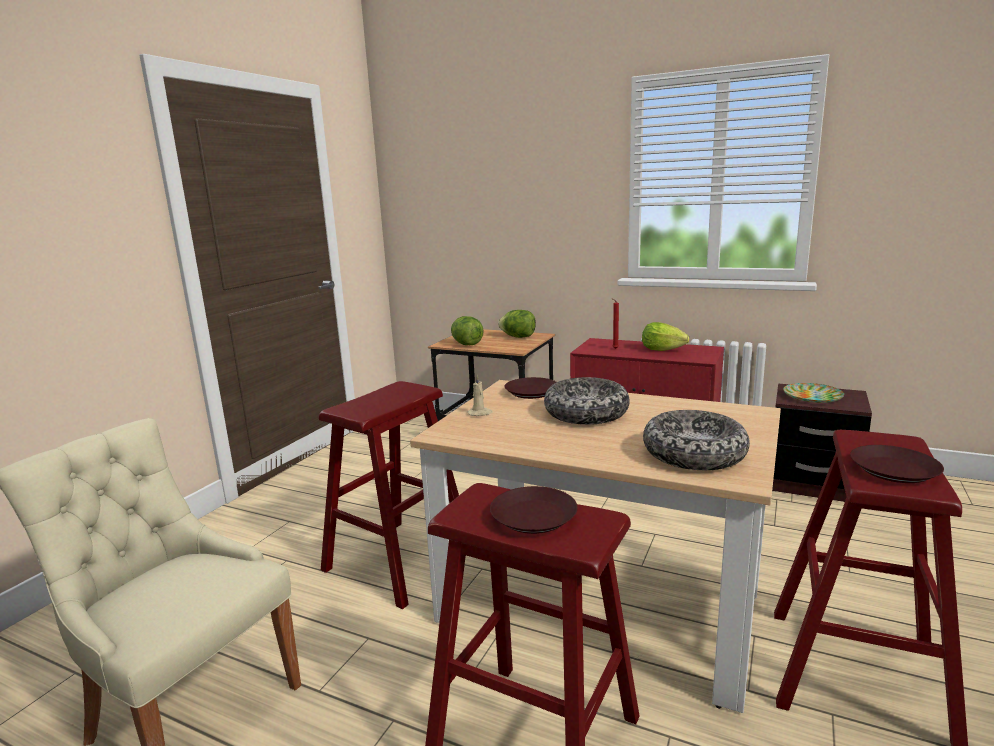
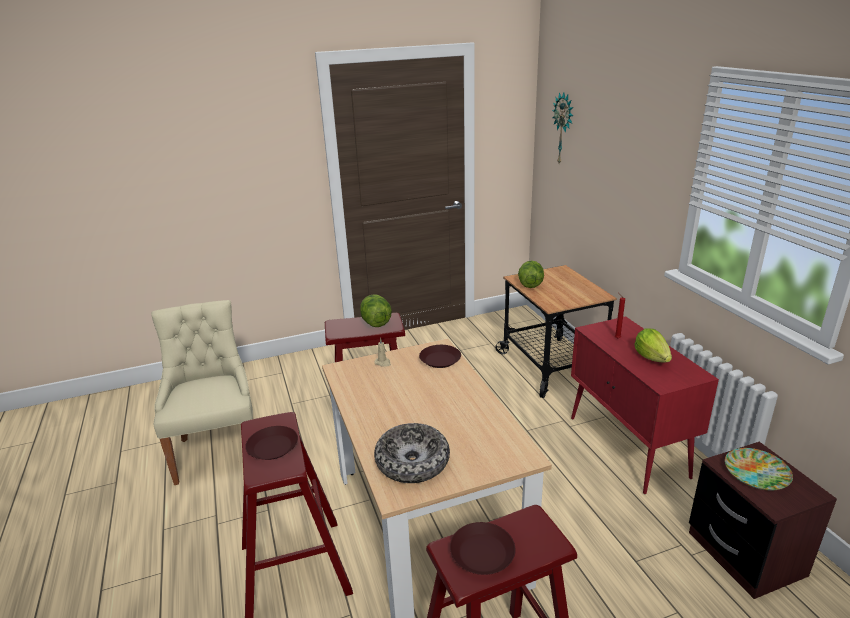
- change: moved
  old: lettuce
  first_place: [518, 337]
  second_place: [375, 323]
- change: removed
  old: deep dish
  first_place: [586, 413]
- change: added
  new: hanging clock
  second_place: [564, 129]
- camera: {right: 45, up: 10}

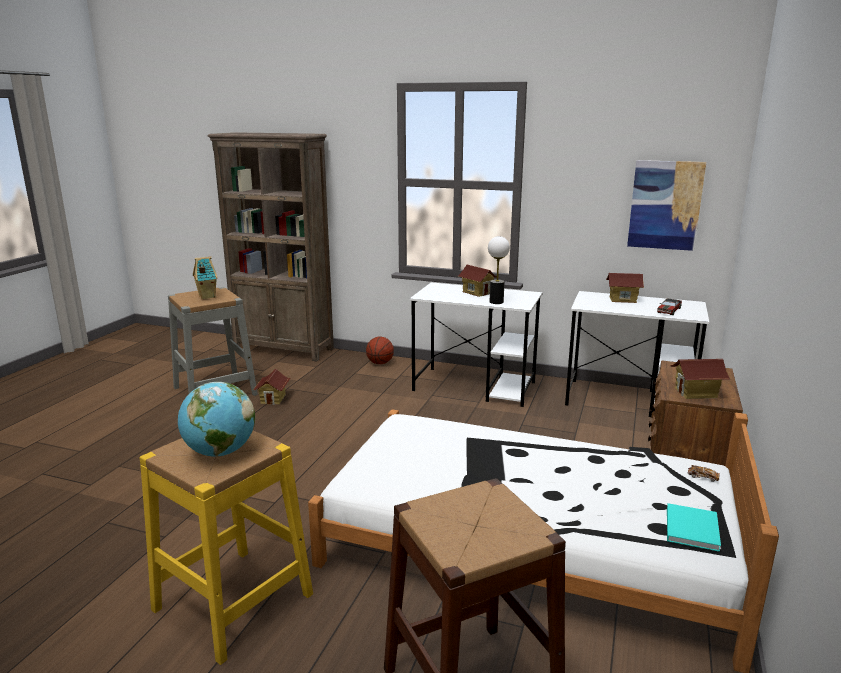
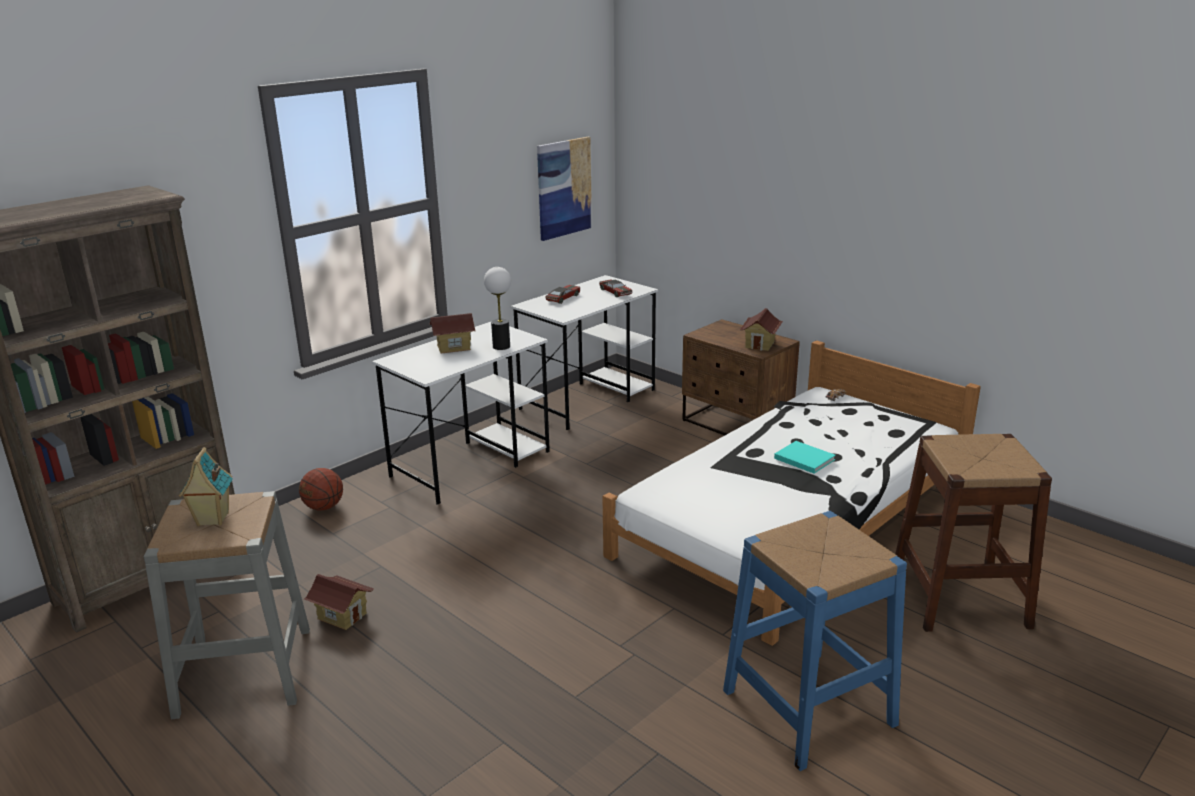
- change: replaced
  old: miniature house
  new: miniature car
  first_place: [622, 299]
  second_place: [563, 298]
- change: removed
  old: globe
  first_place: [220, 452]
- change: recoloured
  old: stool seat (yellow-coloured)
  new: stool seat (bluish)
  first_place: [233, 602]
  second_place: [808, 707]
- change: moved
  old: volume (turquoise-coloured)
  first_place: [691, 528]
  second_place: [803, 458]
- camera: {right: -65, up: 5}

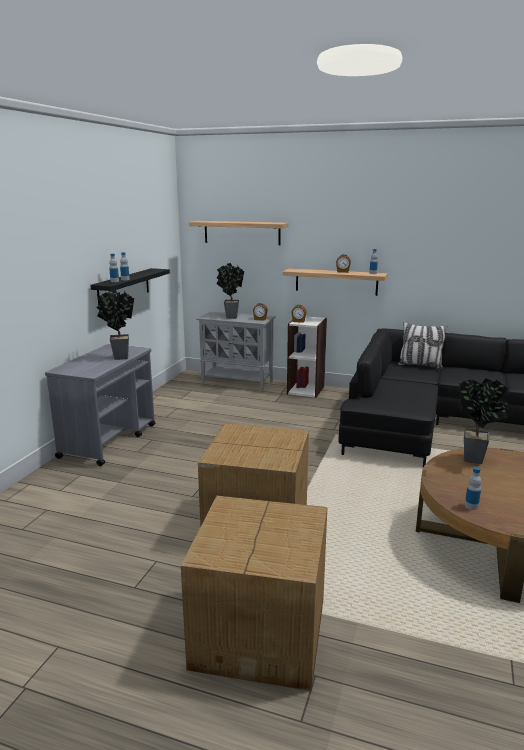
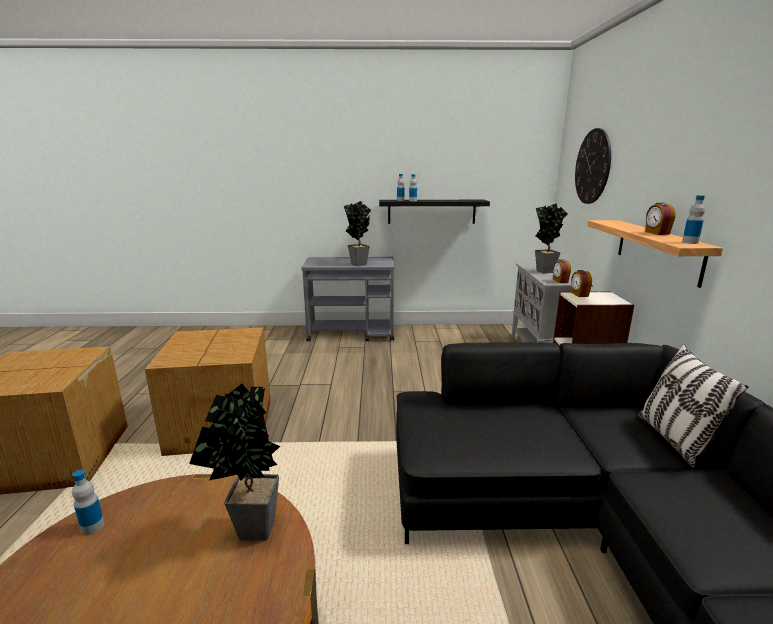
- change: replaced
  old: bracket shelf
  new: hanging clock
  first_place: [242, 232]
  second_place: [592, 166]
- camera: {right: 70, up: 0}

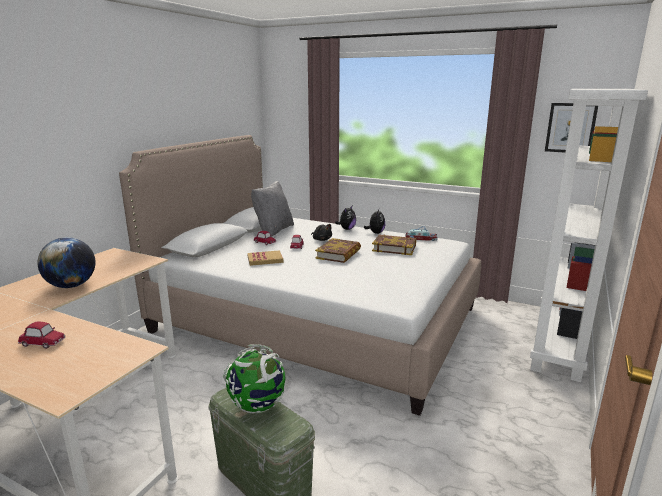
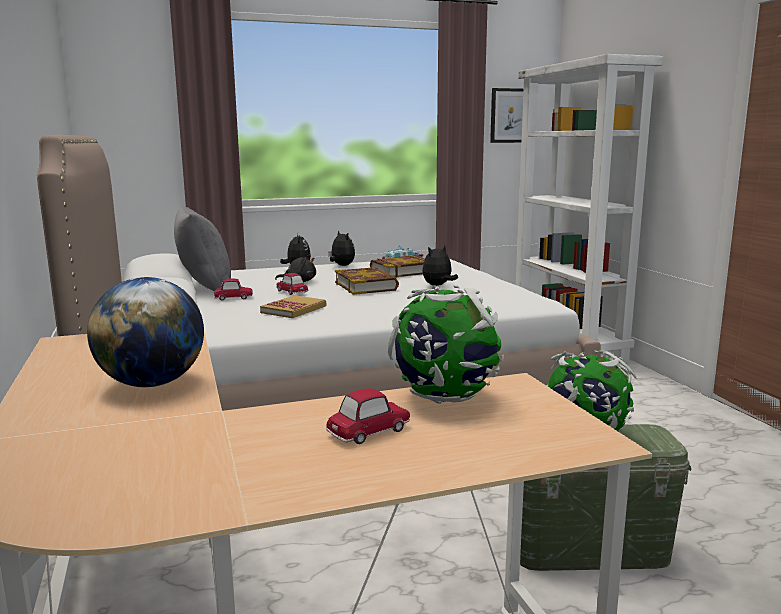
- change: added
  new: plush toy
  second_place: [438, 286]
- change: added
  new: globe
  second_place: [444, 398]
- camera: {right: -45, up: -5}

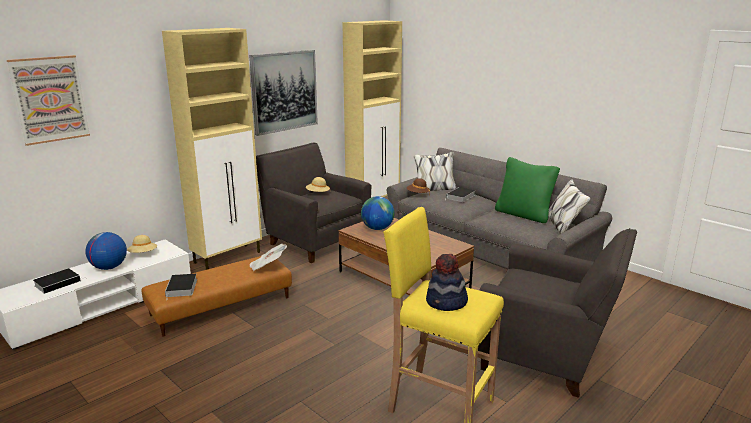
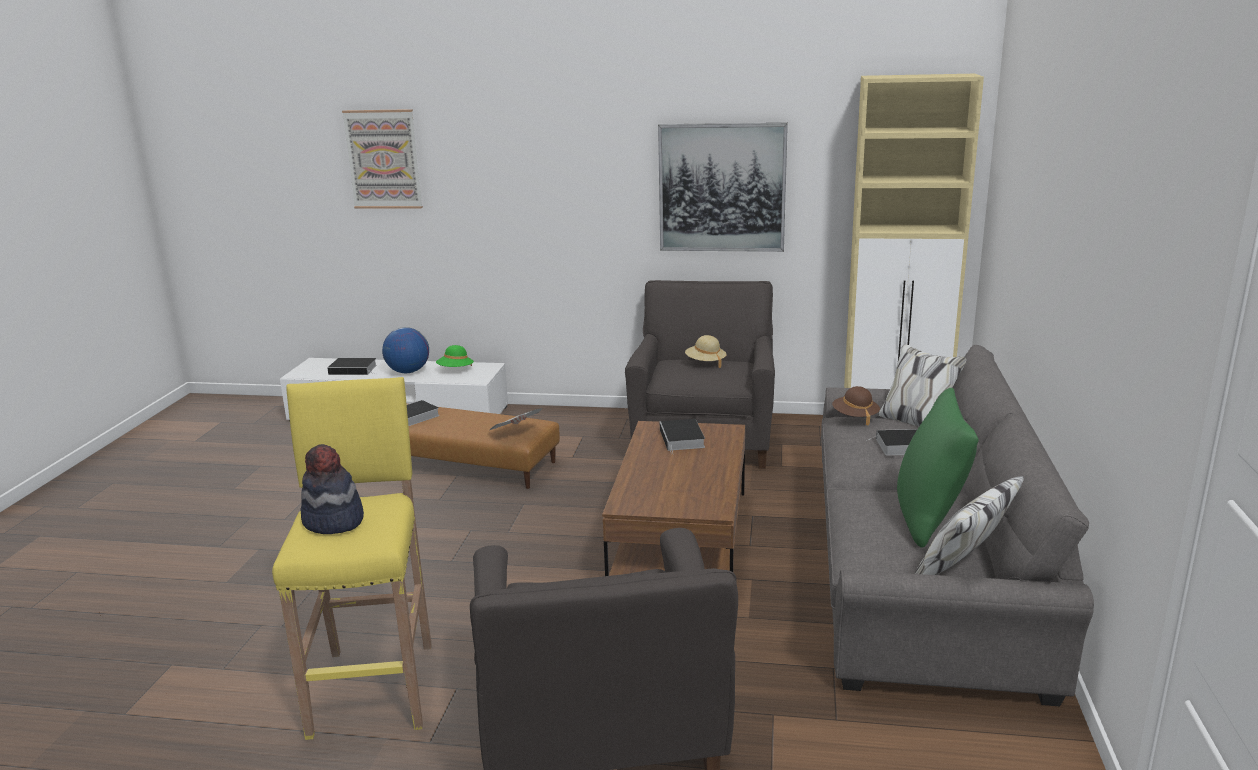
- change: removed
  old: cabinet (beige)
  first_place: [228, 257]
- change: replaced
  old: globe
  new: volume
  first_place: [377, 228]
  second_place: [682, 439]
- change: recoloured
  old: hat (beige)
  new: hat (greenish)
  first_place: [143, 254]
  second_place: [455, 370]
- camera: {right: 55, up: 0}

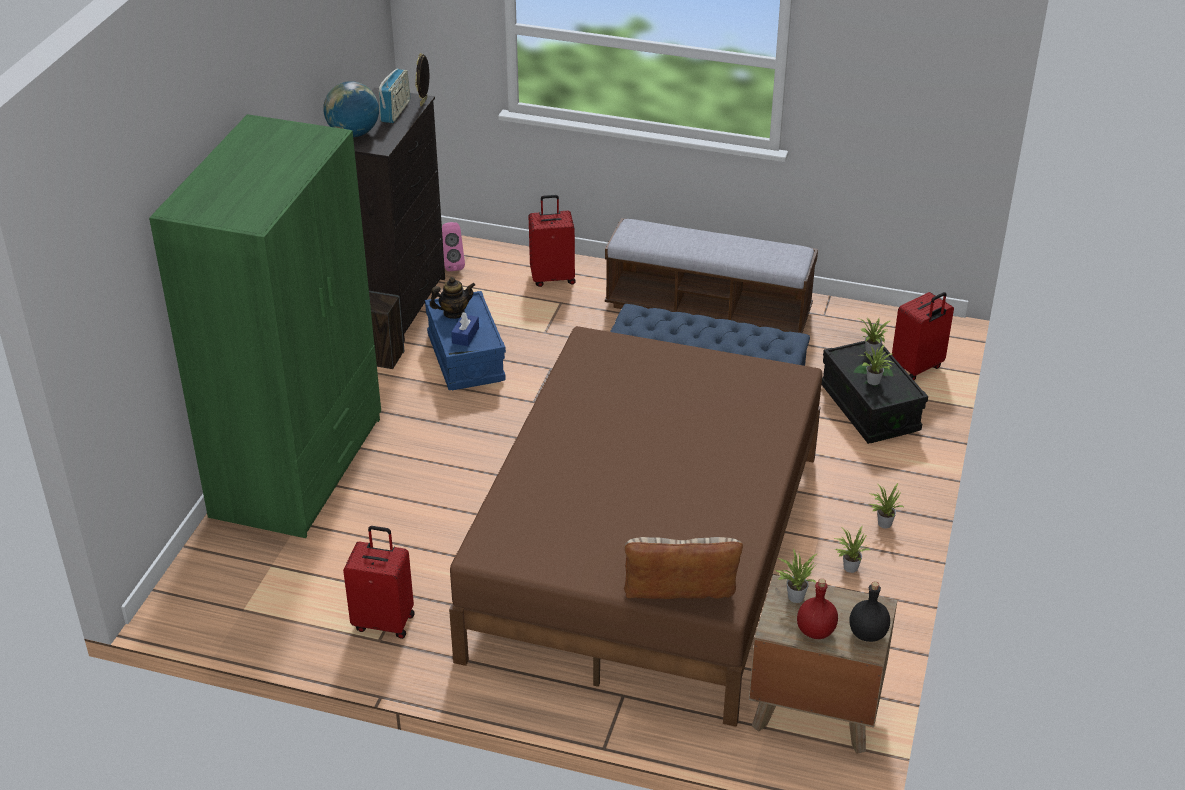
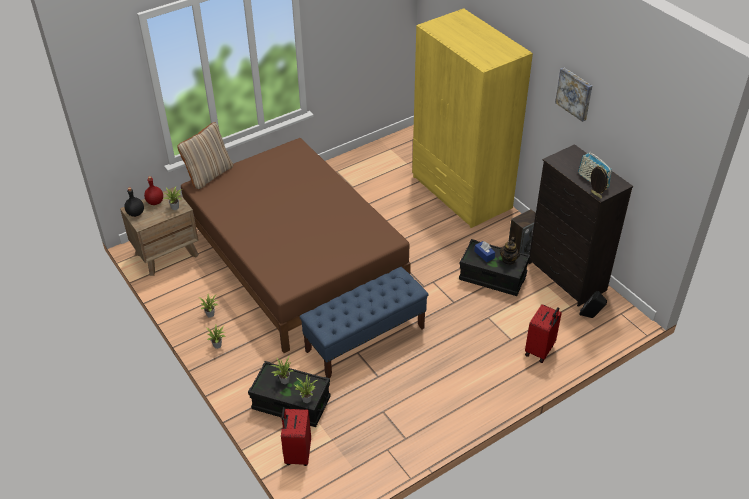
- change: removed
  old: globe
  first_place: [353, 133]
- change: recoloured
  old: wardrobe (greenish)
  new: wardrobe (yellow-coloured)
  first_place: [299, 467]
  second_place: [461, 193]
- change: removed
  old: bench
  first_place: [708, 309]
- change: recoloured
  old: speaker (pinkish)
  new: speaker (blackish)
  first_place: [452, 265]
  second_place: [590, 316]
- change: recoloured
  old: storage container (bluish)
  new: storage container (blackish)
  first_place: [466, 358]
  second_place: [492, 277]
- change: removed
  old: travel case (red)
  first_place: [384, 621]
- change: added
  new: wall art
  second_place: [575, 93]
- camera: {right: 130, up: 5}

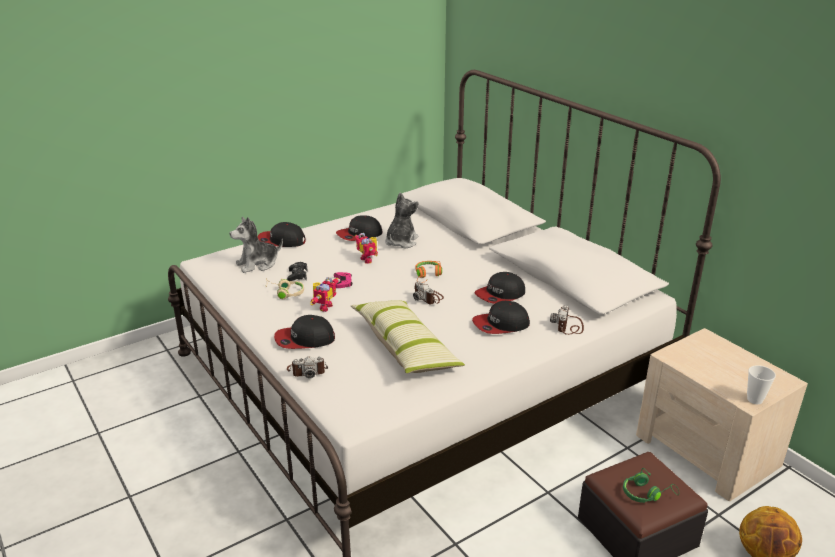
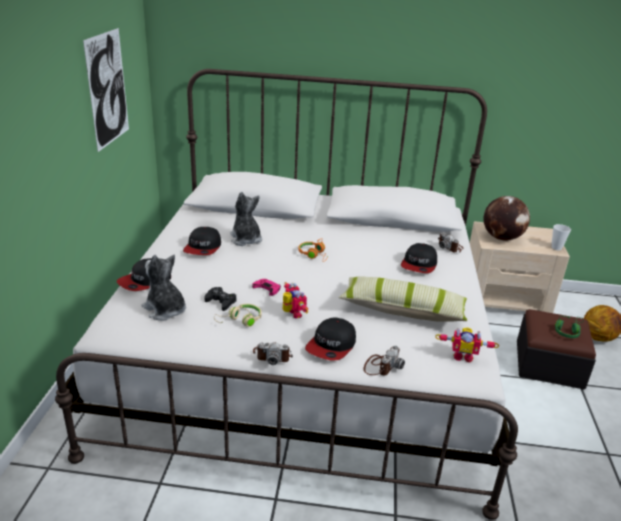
- change: turned
  old: plush toy
  first_place: [258, 264]
  second_place: [165, 310]
  degrees: 120
- change: moved
  old: model robot
  first_place: [368, 259]
  second_place: [463, 356]
- change: removed
  old: peaked cap
  first_place: [500, 295]
- change: moved
  old: still camera
  first_place: [428, 297]
  second_place: [272, 355]
- change: added
  new: wall art
  second_place: [108, 89]
- change: added
  new: globe
  second_place: [502, 238]
- camera: {right: -50, up: 0}

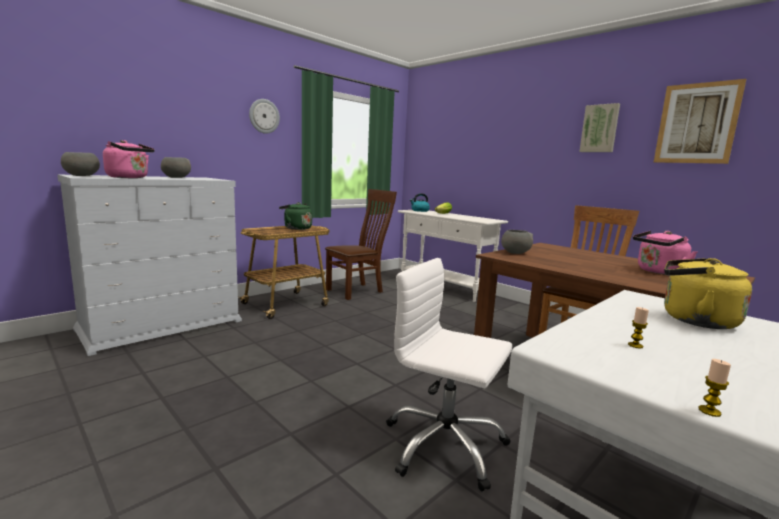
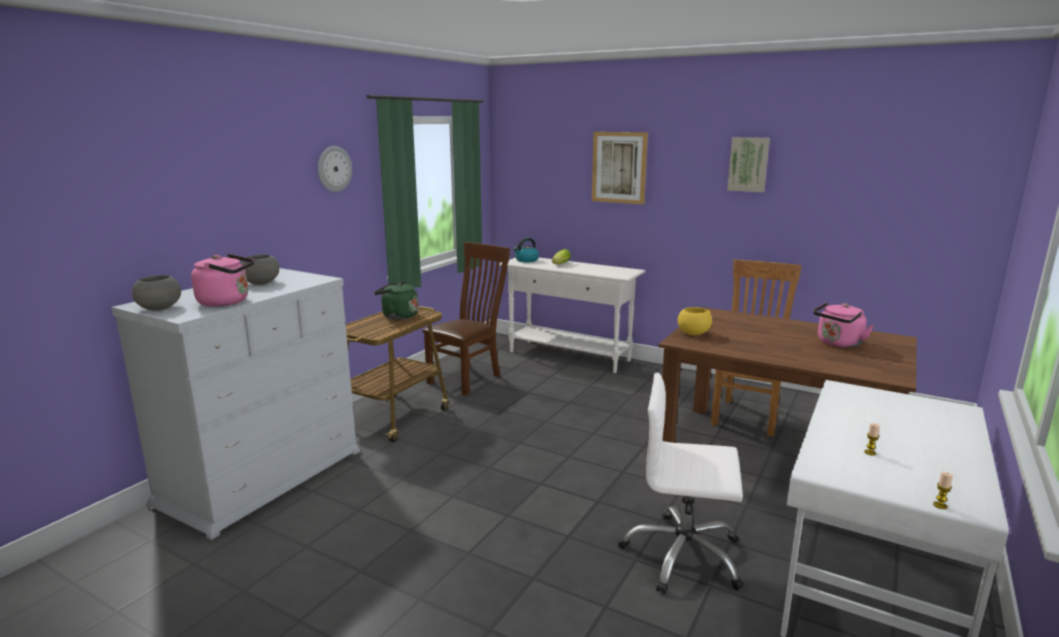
- change: moved
  old: wall art
  first_place: [696, 123]
  second_place: [619, 167]
- change: recoloured
  old: deep dish (gray)
  new: deep dish (yellow-coloured)
  first_place: [515, 253]
  second_place: [693, 333]
- change: removed
  old: tea kettle (yellow-coloured)
  first_place: [693, 320]
- camera: {right: -15, up: 5}

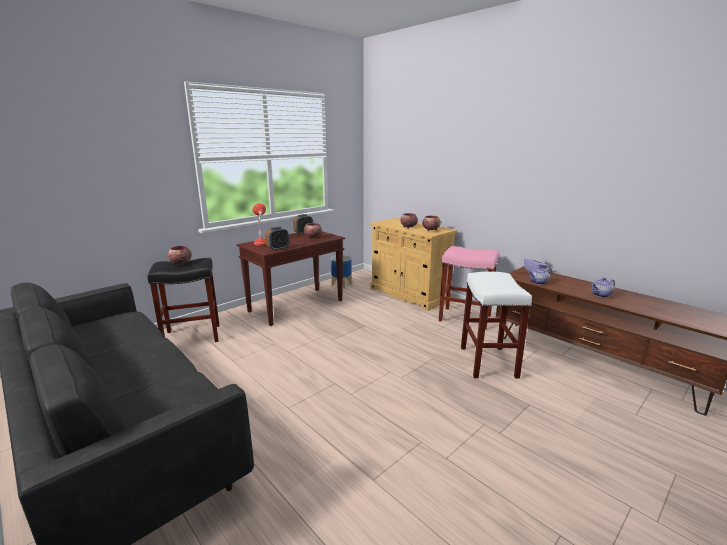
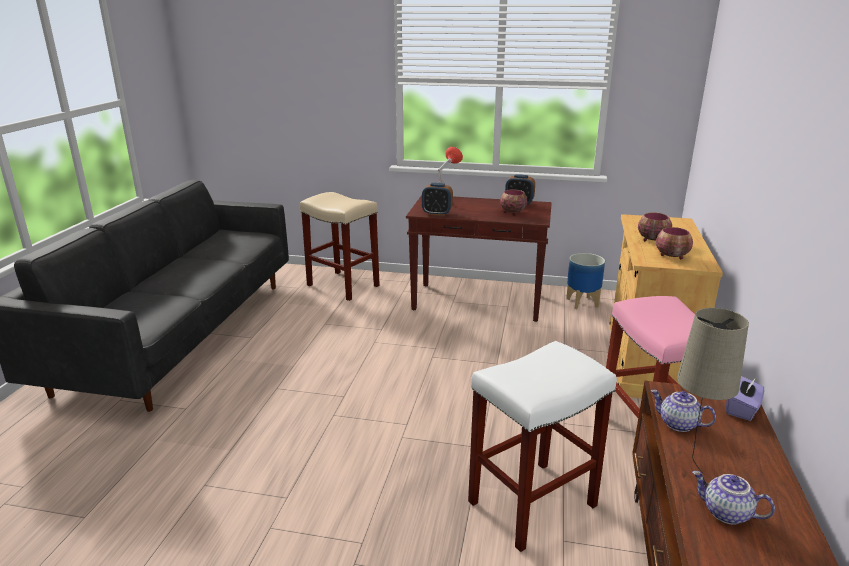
- change: removed
  old: deep dish
  first_place: [180, 264]
- change: recoloured
  old: stool seat (blackish)
  new: stool seat (beige)
  first_place: [193, 336]
  second_place: [344, 285]
- change: added
  new: table lamp (beige)
  second_place: [689, 465]
- camera: {right: 55, up: 5}

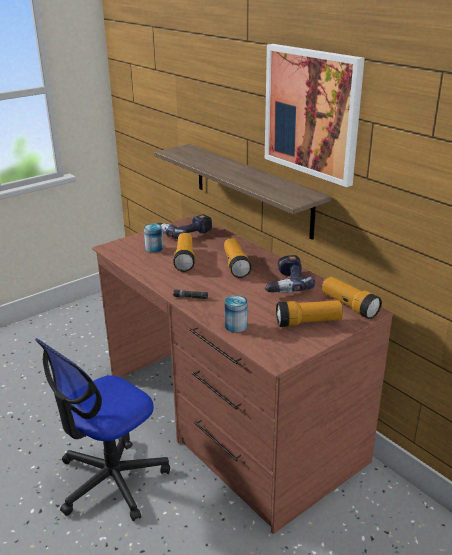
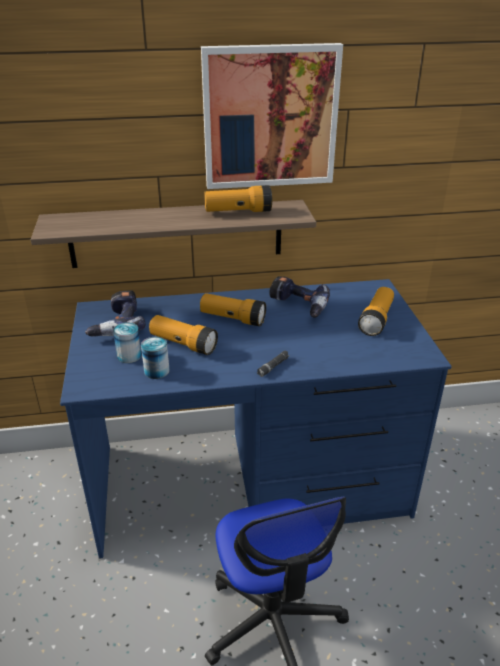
- change: recoloured
  old: desk unit (brownish)
  new: desk unit (bluish)
  first_place: [229, 418]
  second_place: [251, 482]
- change: moved
  old: hand torch
  first_place: [349, 306]
  second_place: [238, 212]
- change: moved
  old: sealed can
  first_place: [236, 326]
  second_place: [156, 371]
- camera: {right: -60, up: 5}

